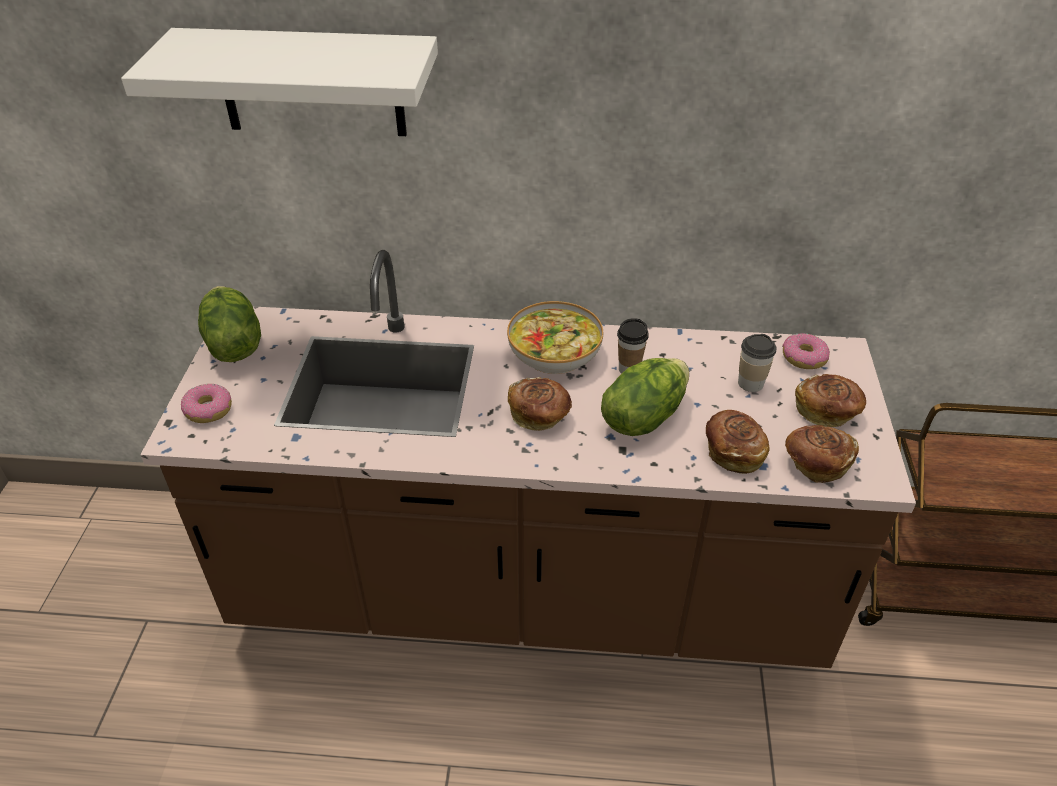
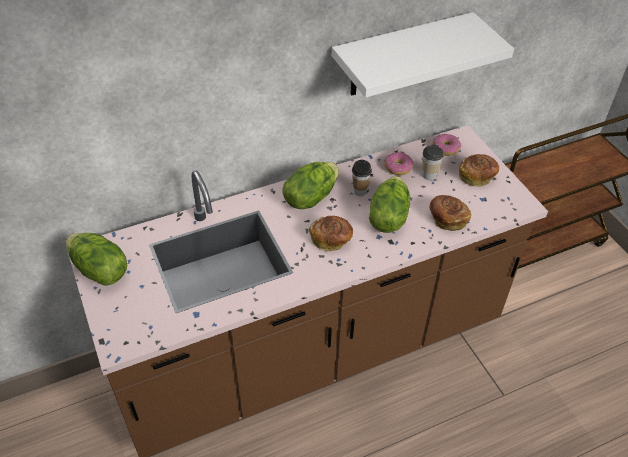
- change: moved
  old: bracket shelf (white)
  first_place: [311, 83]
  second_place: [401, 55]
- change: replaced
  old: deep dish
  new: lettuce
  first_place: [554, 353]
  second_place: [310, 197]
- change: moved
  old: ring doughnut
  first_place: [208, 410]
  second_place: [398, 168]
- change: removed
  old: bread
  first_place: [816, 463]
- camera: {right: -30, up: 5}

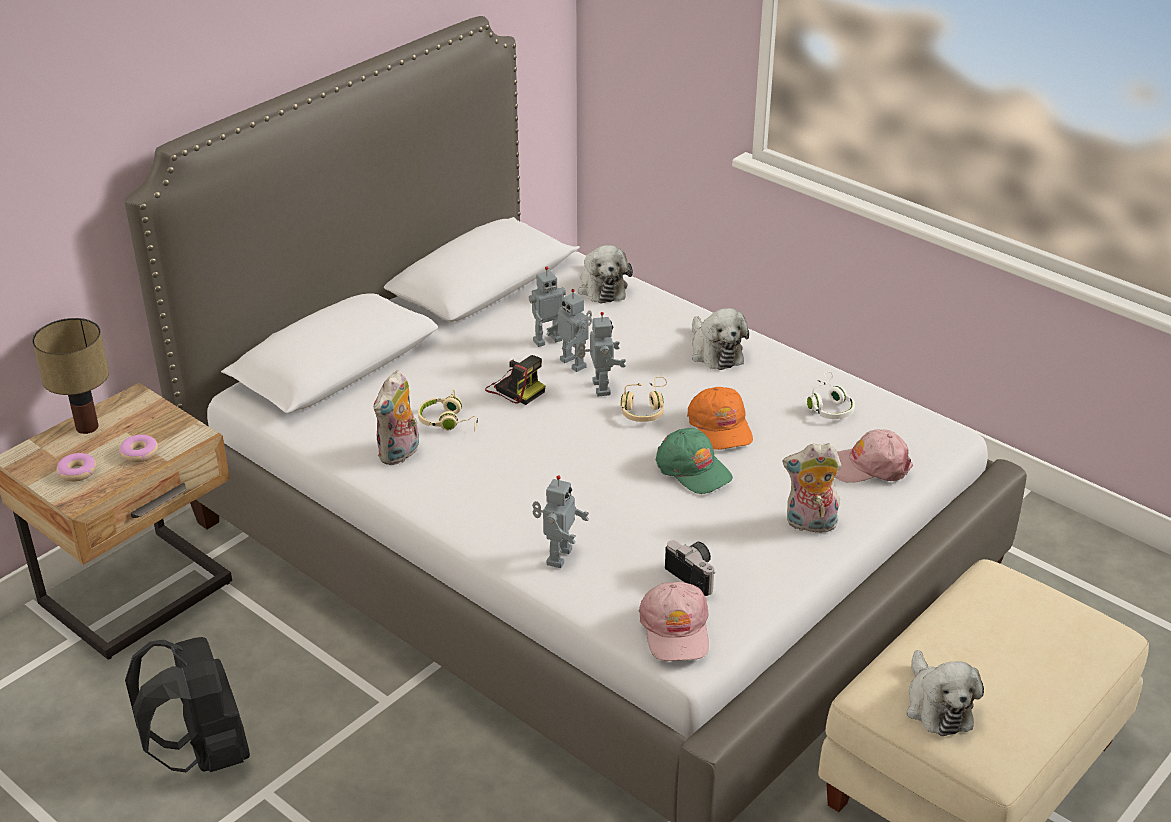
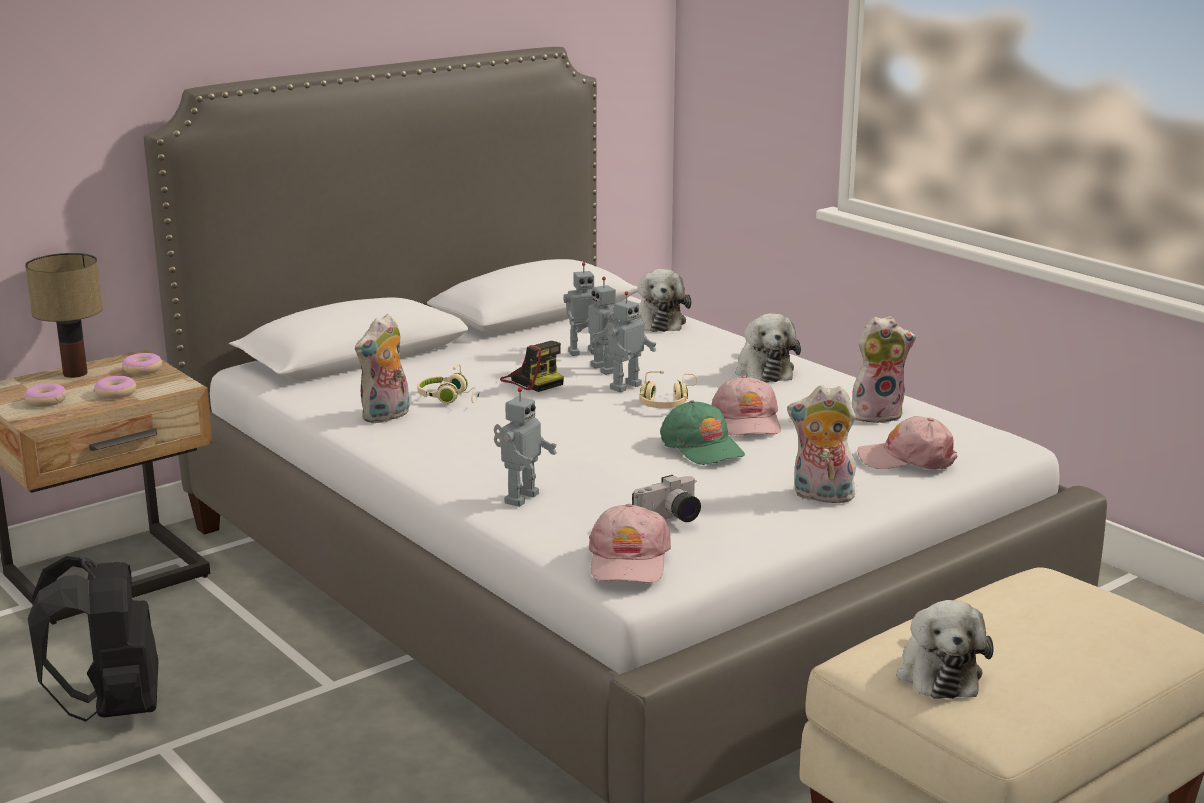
- change: turned
  old: model robot
  first_place: [599, 388]
  second_place: [624, 386]
  degrees: 45
- change: replaced
  old: headset (white)
  new: plush toy
  first_place: [829, 406]
  second_place: [877, 414]
- change: recoloured
  old: peaked cap (orangey)
  new: peaked cap (pinkish)
  first_place: [721, 426]
  second_place: [747, 421]
- change: turned
  old: still camera
  first_place: [695, 574]
  second_place: [670, 520]
  degrees: 90
- change: added
  new: ring doughnut
  second_place: [142, 370]
- camera: {right: 10, up: -15}

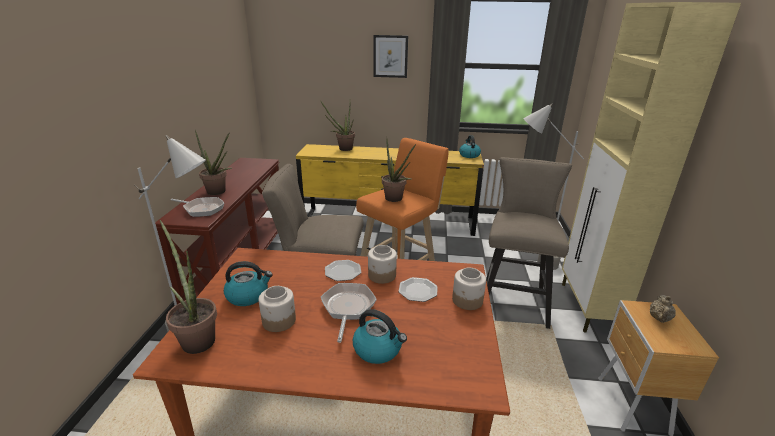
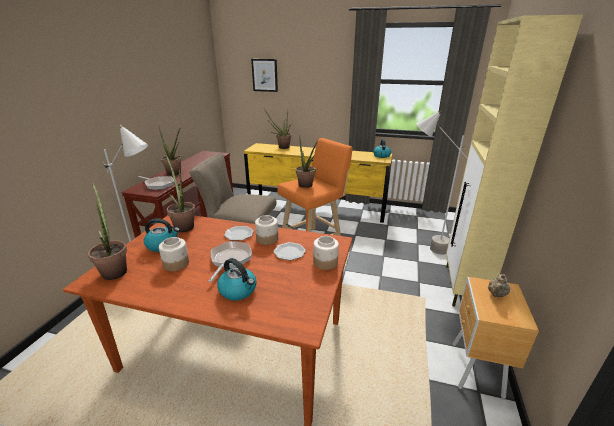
- change: moved
  old: wall art
  first_place: [390, 56]
  second_place: [265, 75]
- change: removed
  old: stool seat (beige)
  first_place: [513, 300]
- change: added
  new: potted plant
  second_place: [183, 226]
- camera: {right: 10, up: 0}

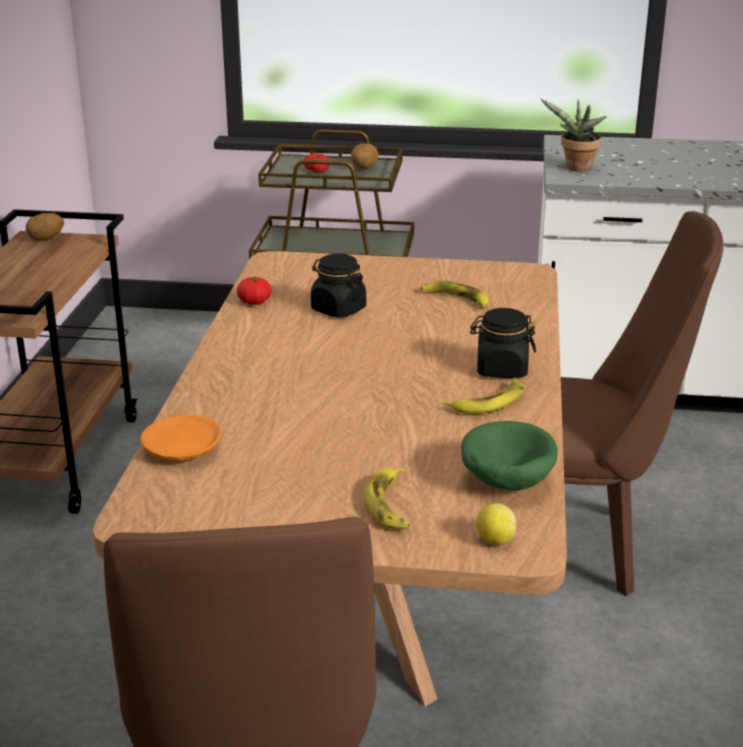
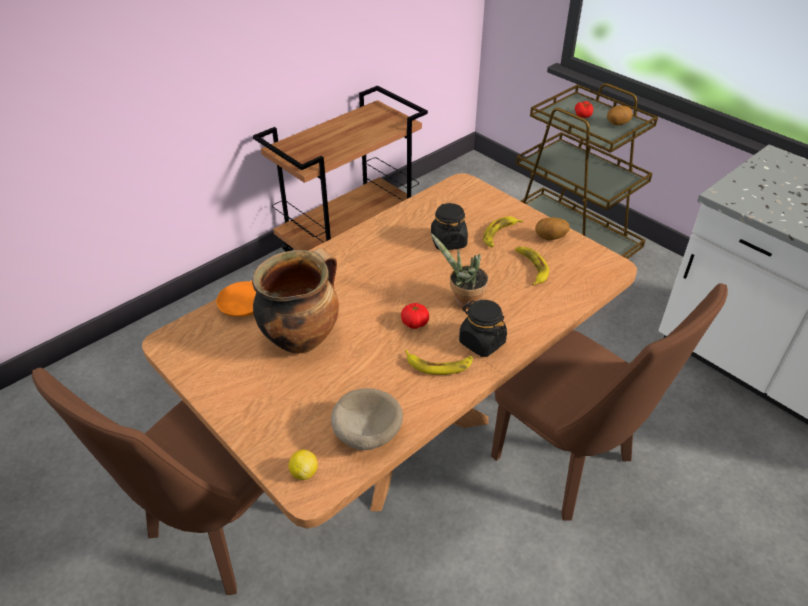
- change: moved
  old: potted plant
  first_place: [576, 169]
  second_place: [463, 301]
- change: moved
  old: whole potato
  first_place: [46, 239]
  second_place: [550, 238]
- change: moved
  old: whole tomato
  first_place: [254, 302]
  second_place: [415, 323]
- change: recoloured
  old: deep dish (greenish)
  new: deep dish (beige)
  first_place: [505, 482]
  second_place: [366, 433]
- change: moved
  old: whole banana
  first_place: [390, 505]
  second_place: [500, 234]
- change: added
  new: cooking pot
  second_place: [301, 337]
- camera: {right: 40, up: 15}

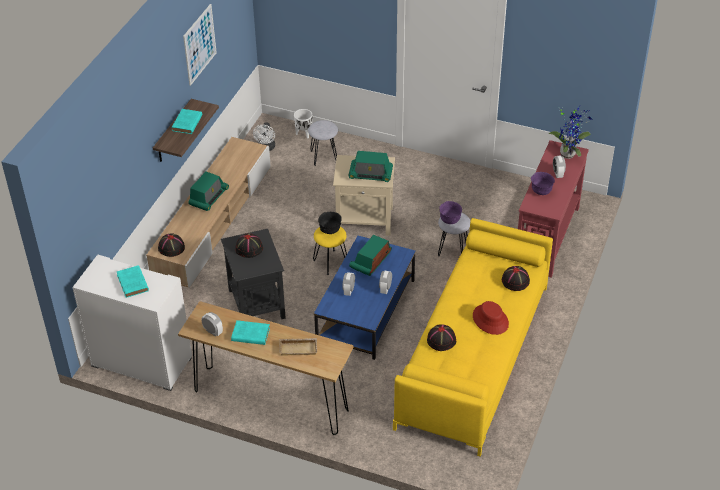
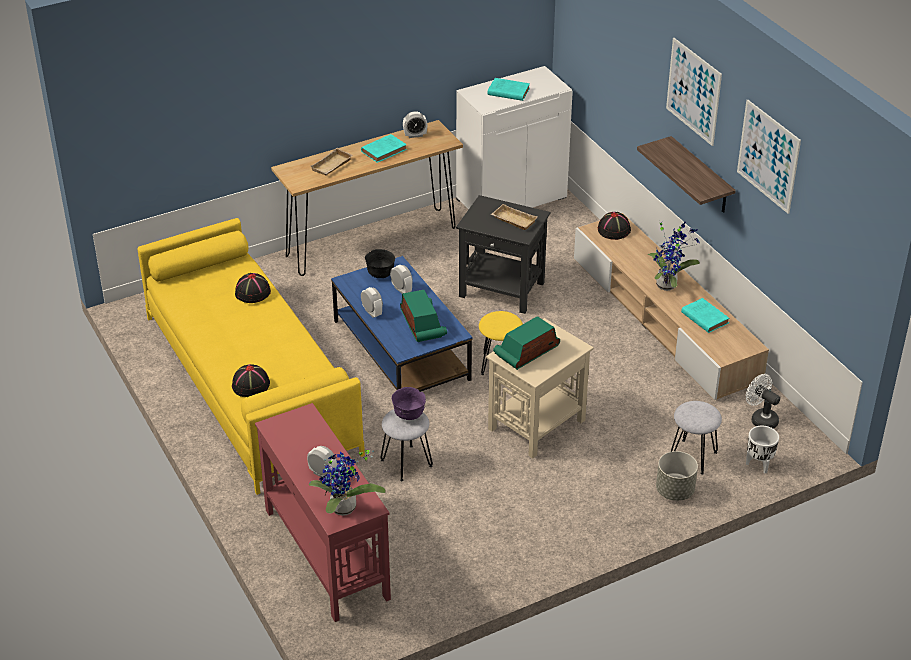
- change: moved
  old: volume (turquoise-coloured)
  first_place: [187, 124]
  second_place: [704, 317]
- change: replaced
  old: radio
  new: potted plant
  first_place: [208, 197]
  second_place: [668, 284]
- change: removed
  old: deep dish (purple-coloured)
  first_place: [541, 191]
- change: moved
  old: deep dish (blackish)
  first_place: [330, 230]
  second_place: [380, 274]
- change: replaced
  old: hat (blackish)
  new: serving tray (beige)
  first_place: [249, 248]
  second_place: [513, 220]
- change: removed
  old: hat (red)
  first_place: [490, 320]
- change: added
  new: wall art
  second_place: [693, 91]
- change: added
  new: flower pot (gray)
  second_place: [675, 491]
- camera: {right: 130, up: -5}

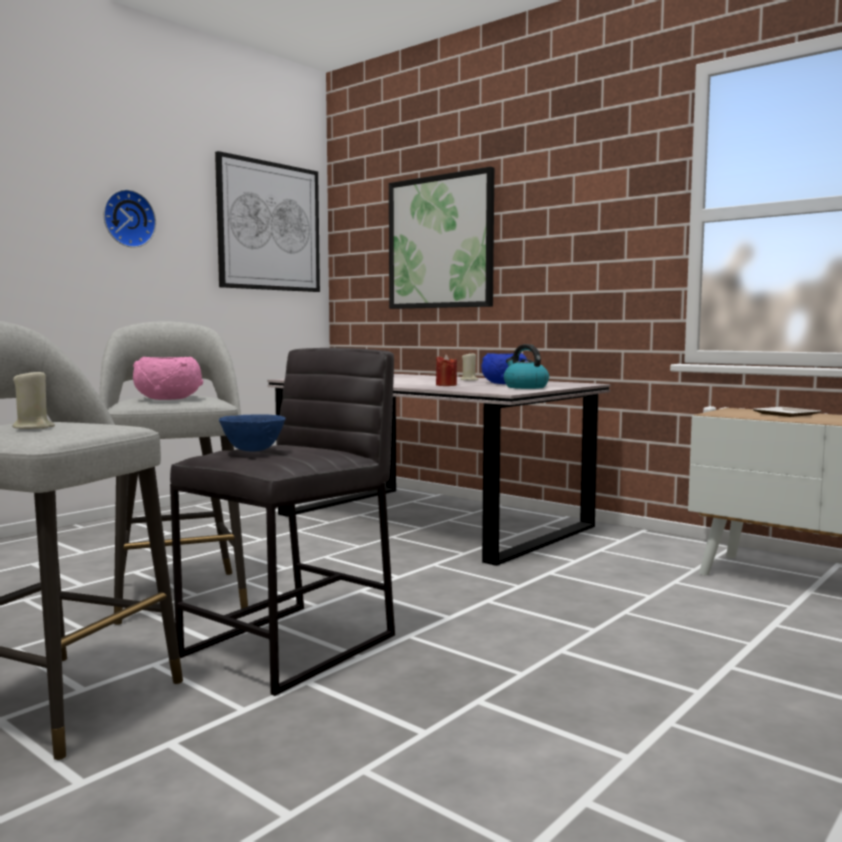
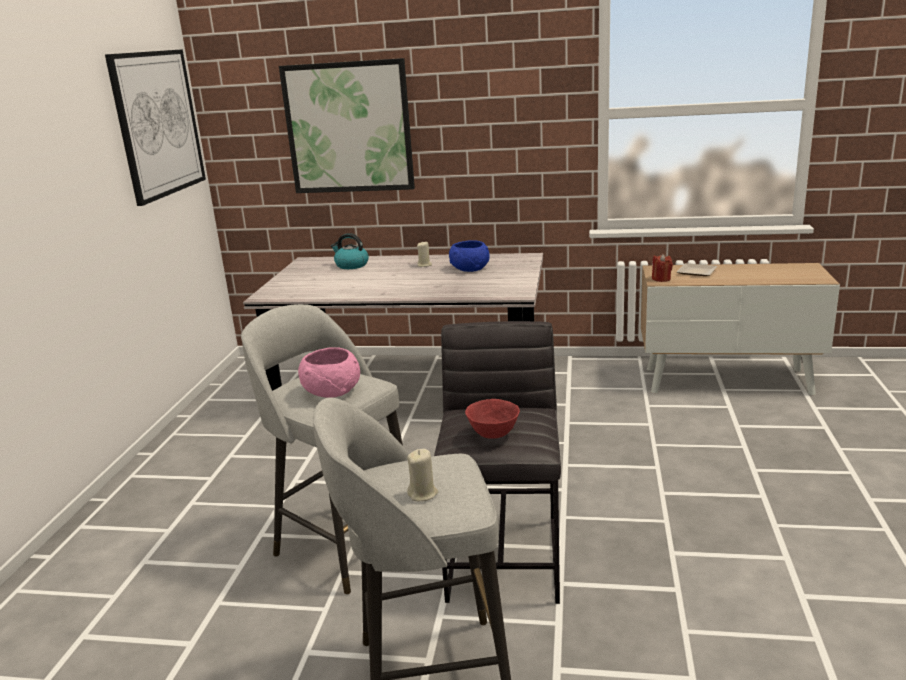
- change: removed
  old: hanging clock
  first_place: [127, 219]
- change: moved
  old: tea kettle
  first_place: [525, 387]
  second_place: [351, 265]
- change: moved
  old: wax light (red)
  first_place: [446, 385]
  second_place: [661, 279]
- change: recoloured
  old: deep dish (bluish)
  new: deep dish (red)
  first_place: [253, 450]
  second_place: [493, 434]
- camera: {right: -30, up: 15}

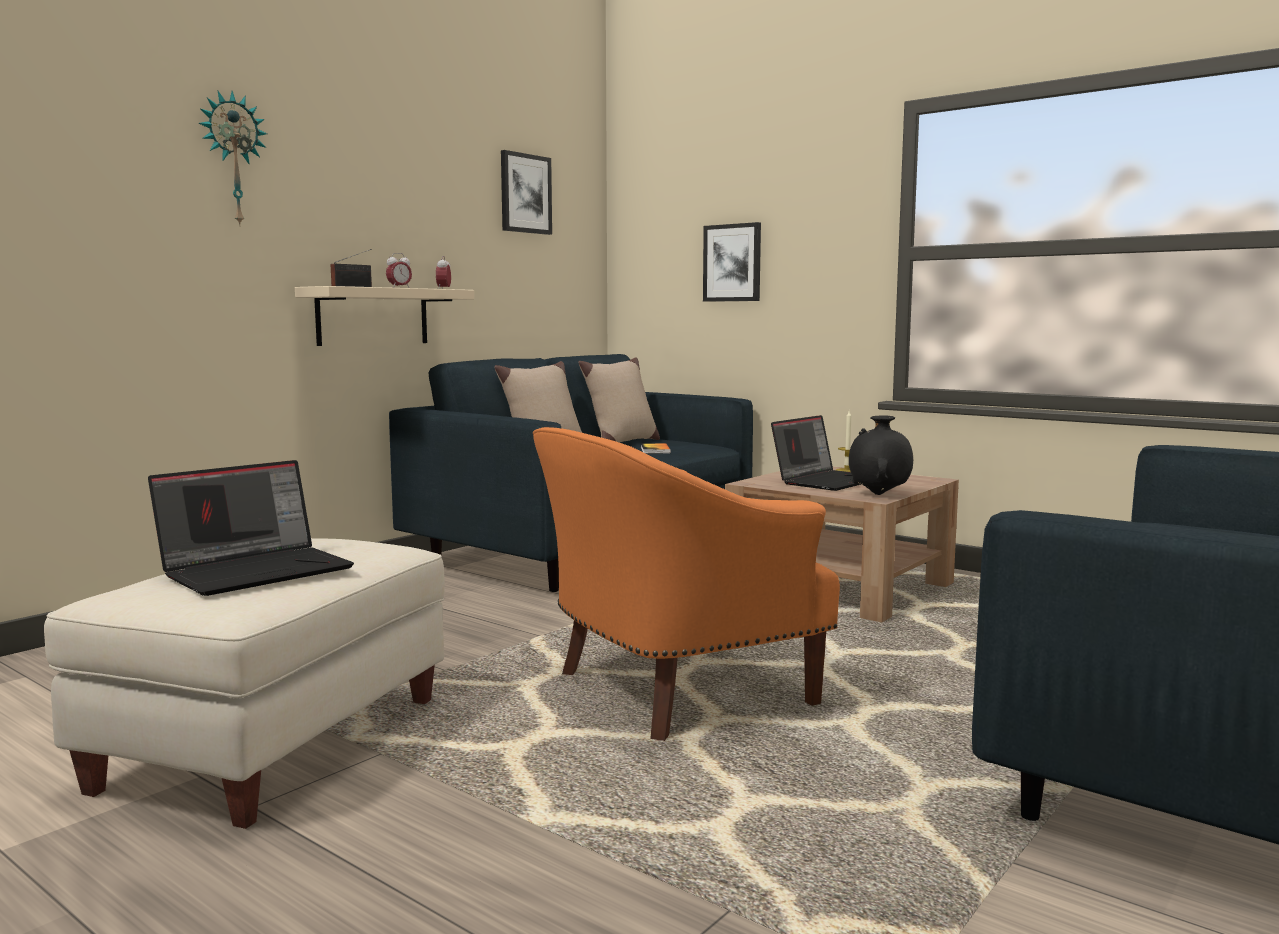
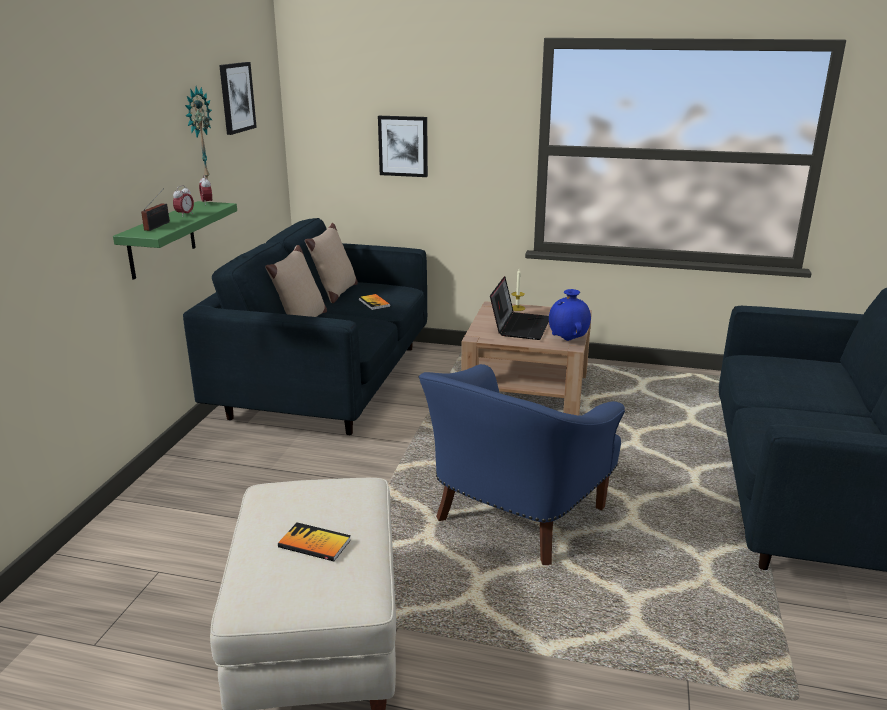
- change: moved
  old: hanging clock
  first_place: [232, 159]
  second_place: [198, 134]
- change: recoloured
  old: bracket shelf (beige)
  new: bracket shelf (greenish)
  first_place: [373, 316]
  second_place: [161, 240]
- change: recoloured
  old: flower vase (blackish)
  new: flower vase (bluish)
  first_place: [879, 494]
  second_place: [568, 340]
- change: recoloured
  old: armchair (orangey)
  new: armchair (bluish)
  first_place: [672, 690]
  second_place: [514, 517]
- change: replaced
  old: notebook computer
  new: volume
  first_place: [258, 570]
  second_place: [314, 544]
- camera: {right: -25, up: 15}

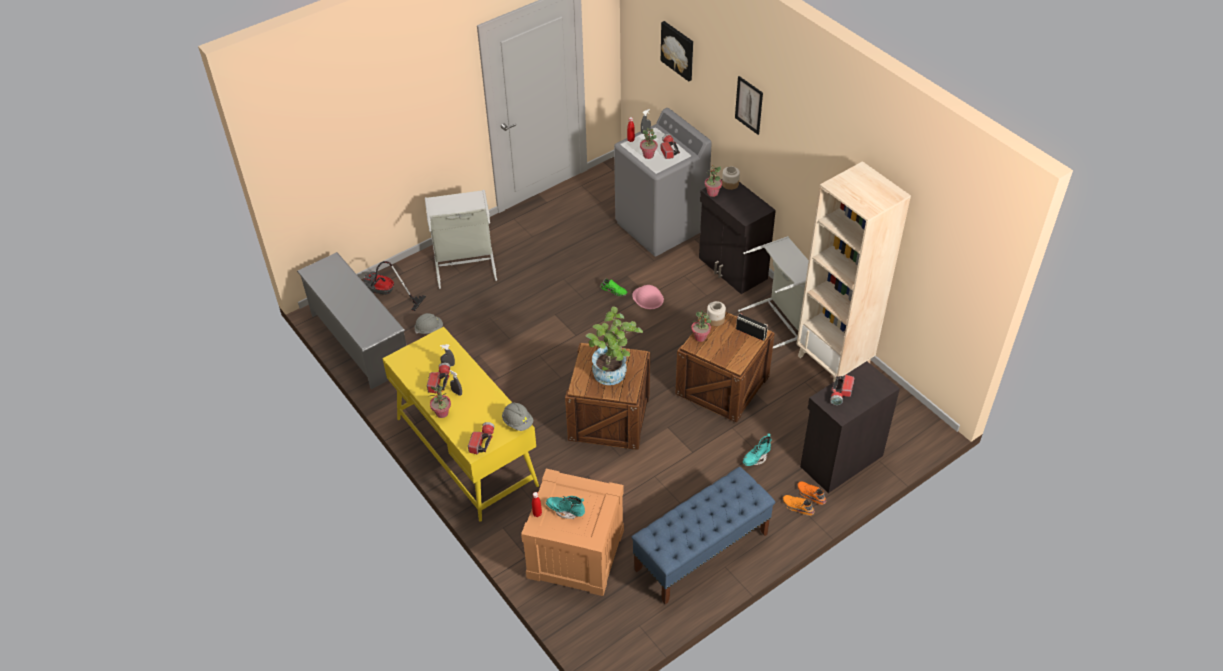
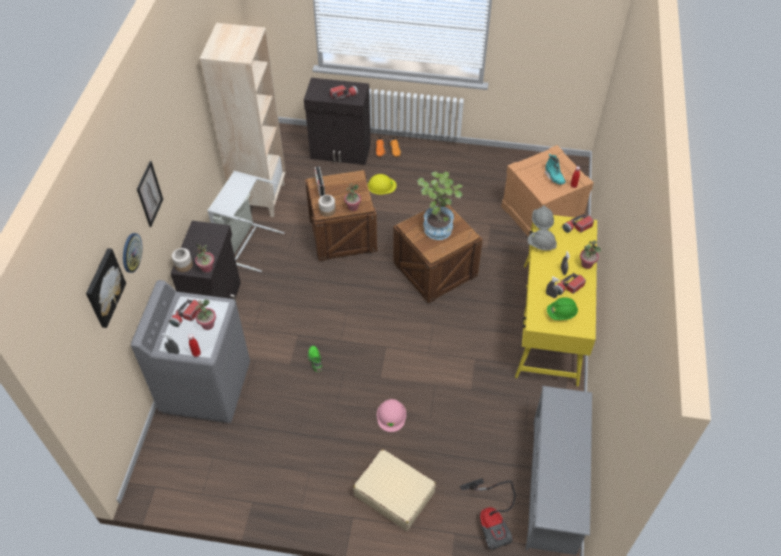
- change: replaced
  old: laundry basket (gray)
  new: travel case (beige)
  first_place: [465, 263]
  second_place: [394, 493]
- change: moved
  old: hard hat (pinkish)
  first_place: [648, 298]
  second_place: [391, 415]
- change: moved
  old: hard hat (gray)
  first_place: [429, 329]
  second_place: [541, 245]
- change: replaced
  old: tall boot (turquoise-coloured)
  new: hard hat (yellow-coloured)
  first_place: [756, 458]
  second_place: [381, 185]
- change: removed
  old: bench (bluish)
  first_place: [701, 552]
- change: added
  new: hanging clock
  second_place: [131, 252]
- change: added
  new: hard hat (greenish)
  second_place: [561, 314]
- camera: {right: -135, up: 5}

